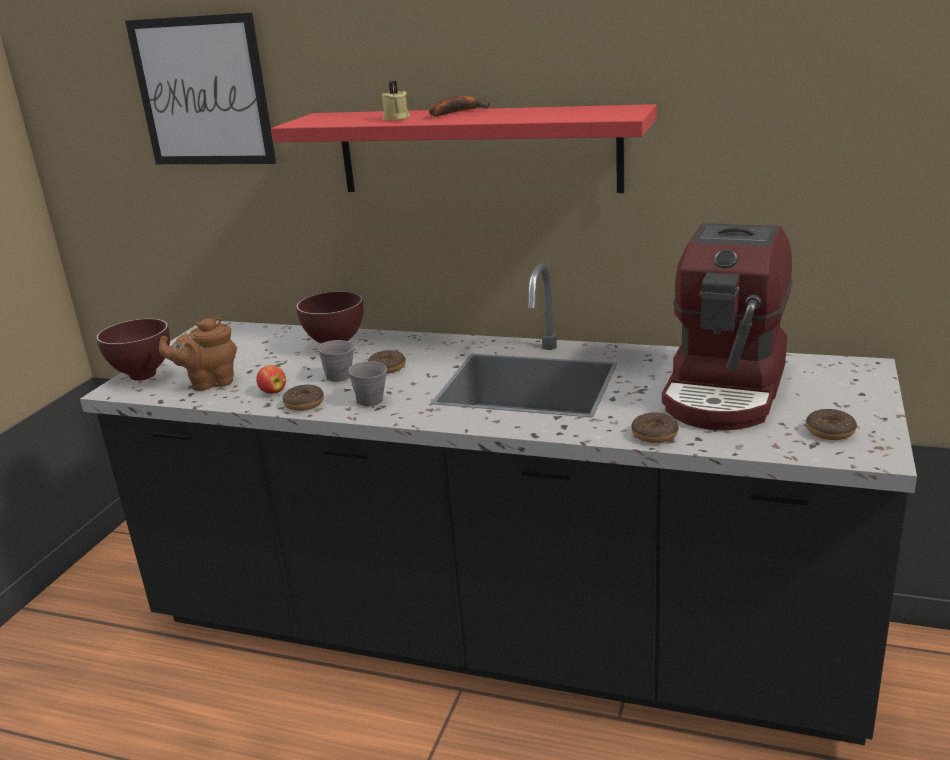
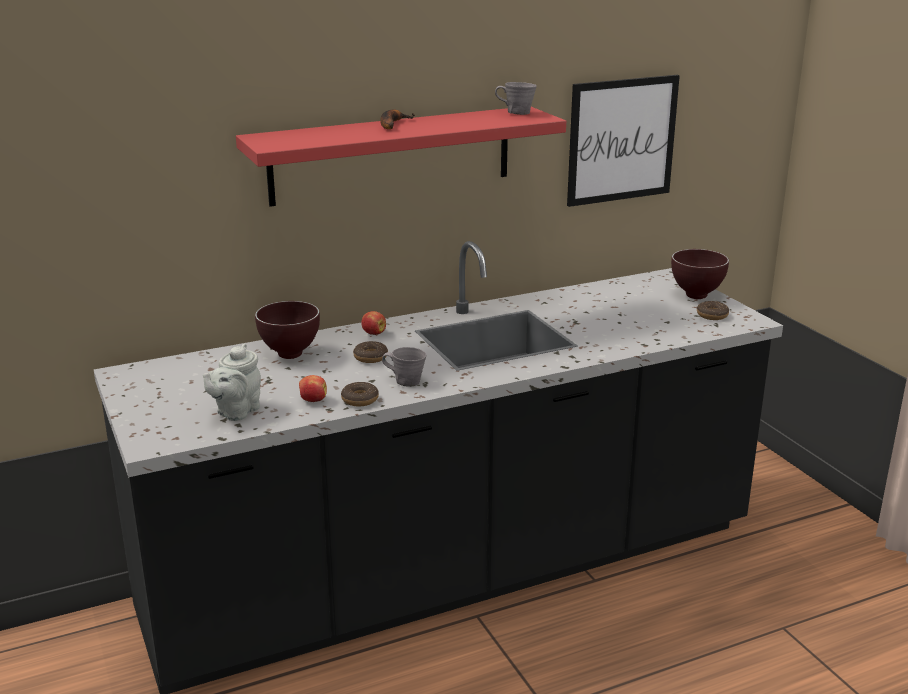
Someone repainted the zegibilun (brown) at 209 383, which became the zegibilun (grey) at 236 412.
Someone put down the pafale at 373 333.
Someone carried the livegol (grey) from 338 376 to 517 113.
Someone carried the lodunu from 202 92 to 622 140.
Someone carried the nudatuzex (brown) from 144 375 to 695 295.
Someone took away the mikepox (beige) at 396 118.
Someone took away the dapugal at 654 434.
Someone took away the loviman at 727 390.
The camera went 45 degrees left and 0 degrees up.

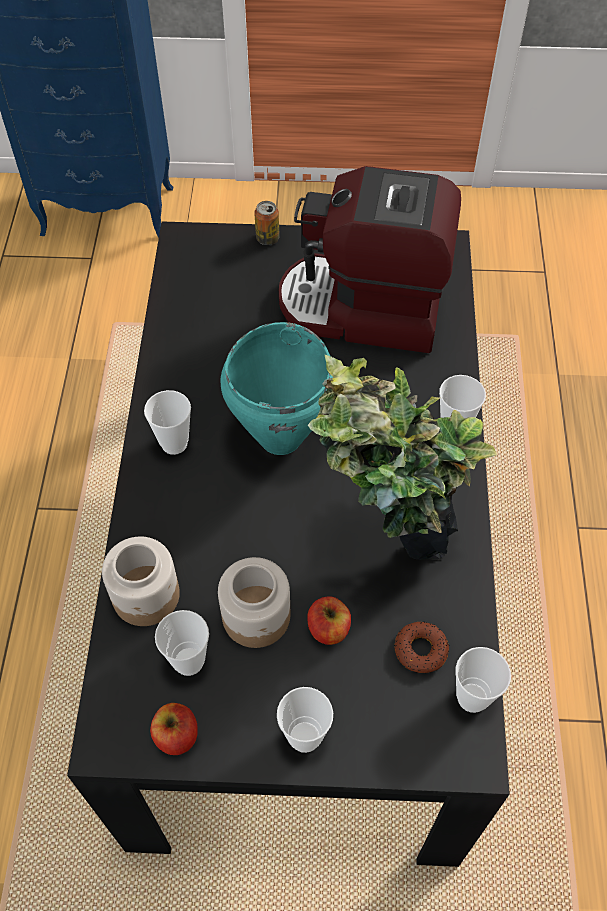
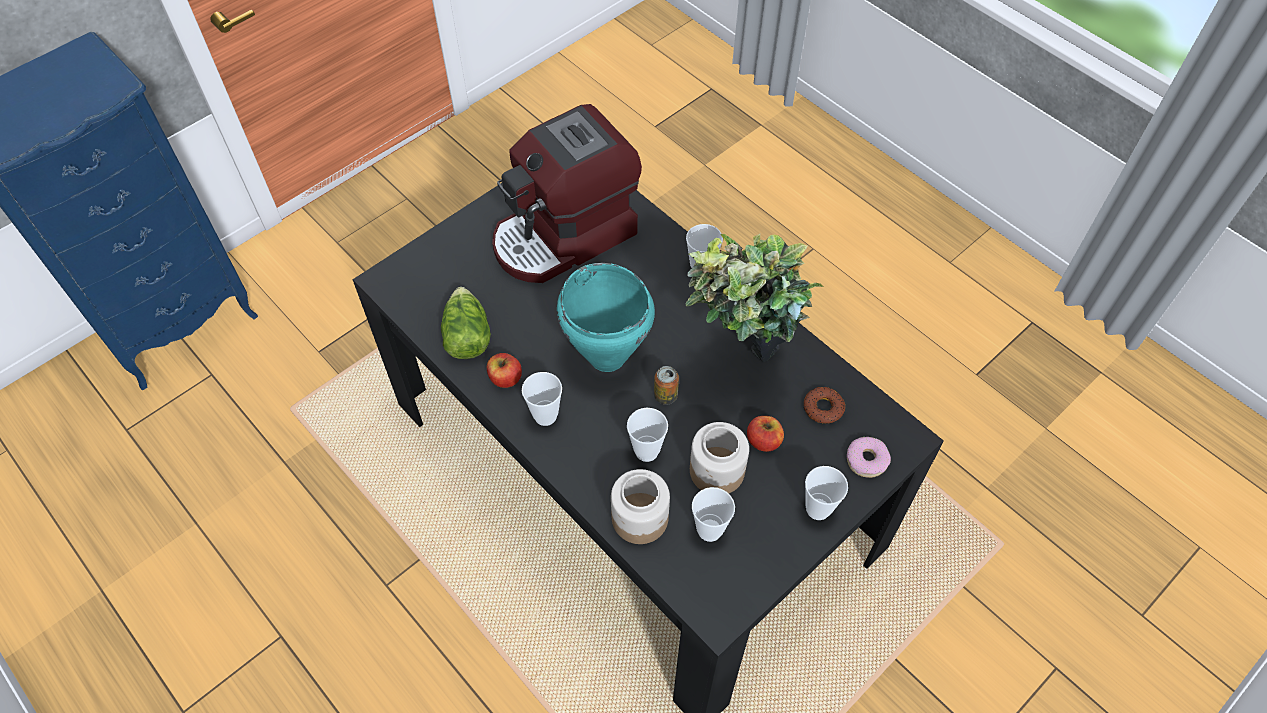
Someone put down the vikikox at 466 336.
Someone carried the pafale from 176 735 to 505 378.
Someone carried the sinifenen from 472 697 to 646 451.
Someone carried the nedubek from 267 238 to 665 396.
Someone put down the dapugal at 866 460.
The camera went 45 degrees left and 0 degrees up.

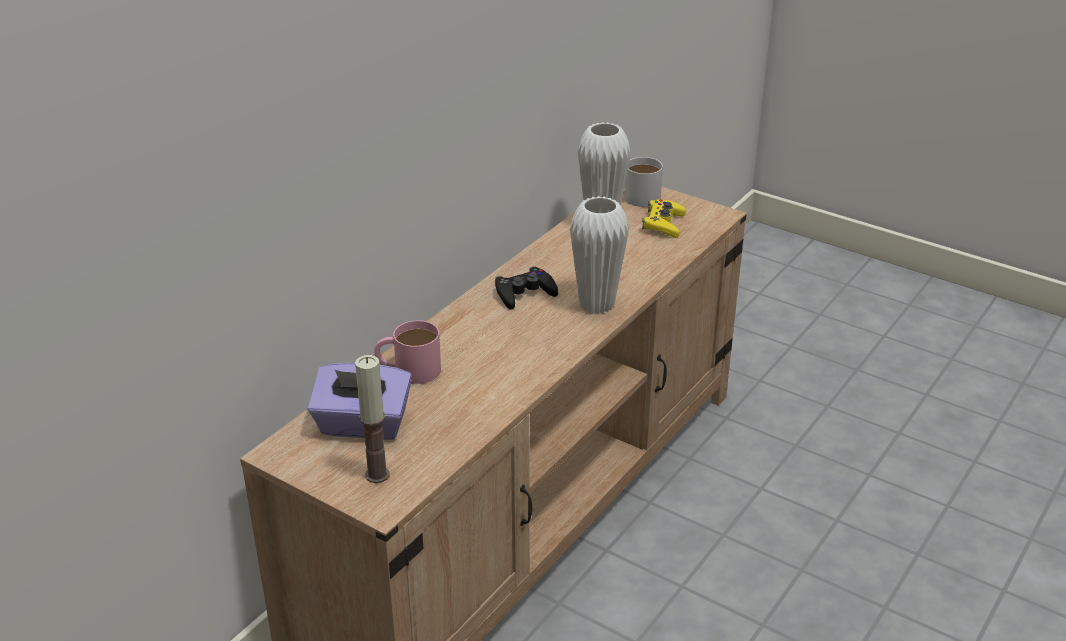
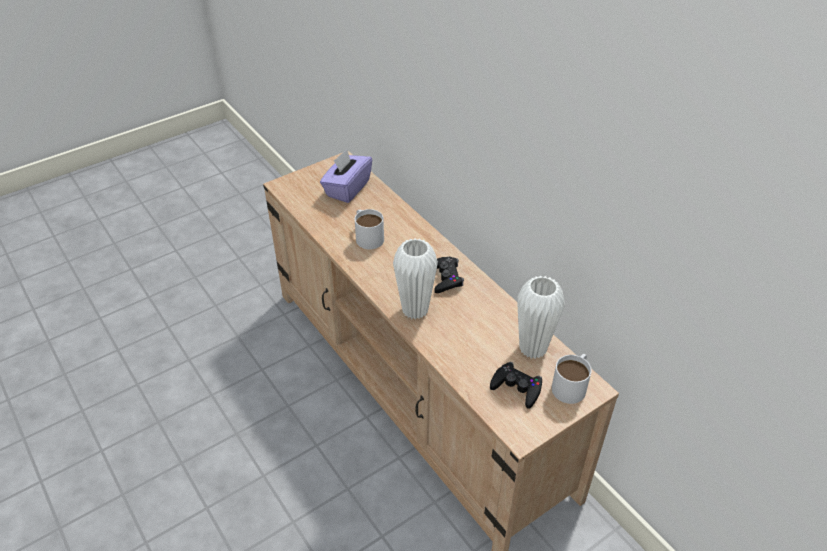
Someone put down the livegol (white) at 367 236.
Someone repainted the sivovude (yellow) at 663 224, which became the sivovude (black) at 516 388.
Someone took away the mikepox at 377 475.
Someone took away the livegol (pink) at 408 370.
The camera went 110 degrees right and 10 degrees up.

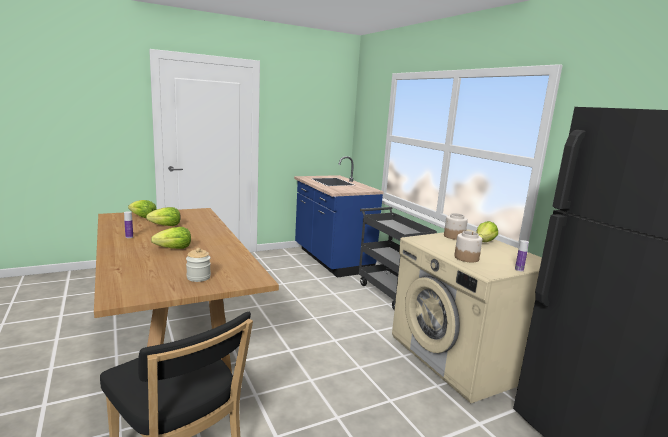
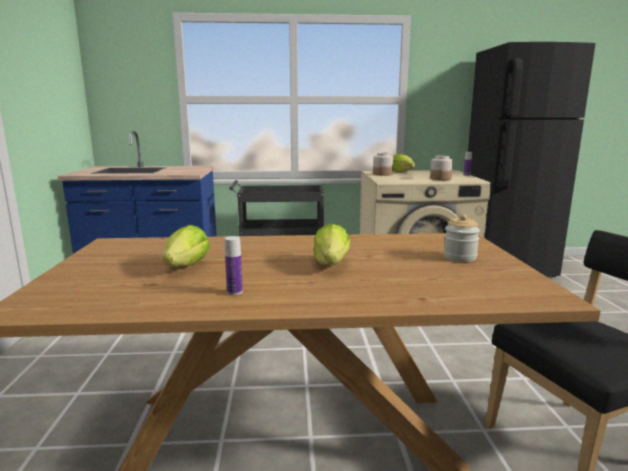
Someone took away the vikikox at 143 217.
The camera went 65 degrees left and 0 degrees up.

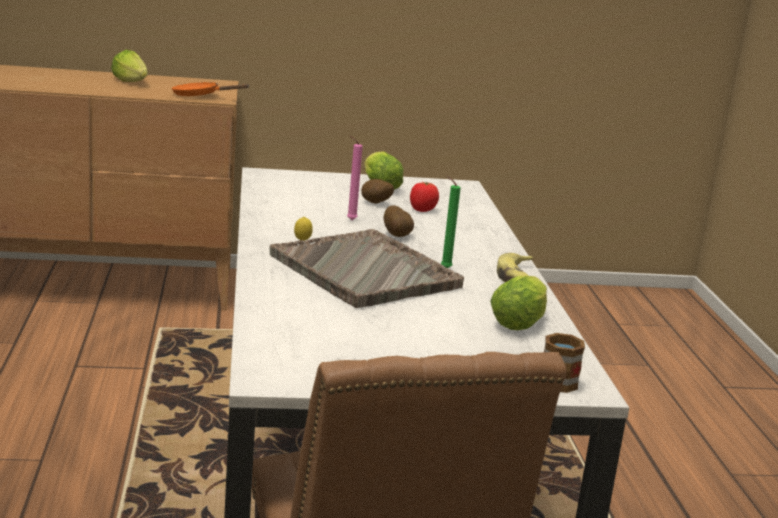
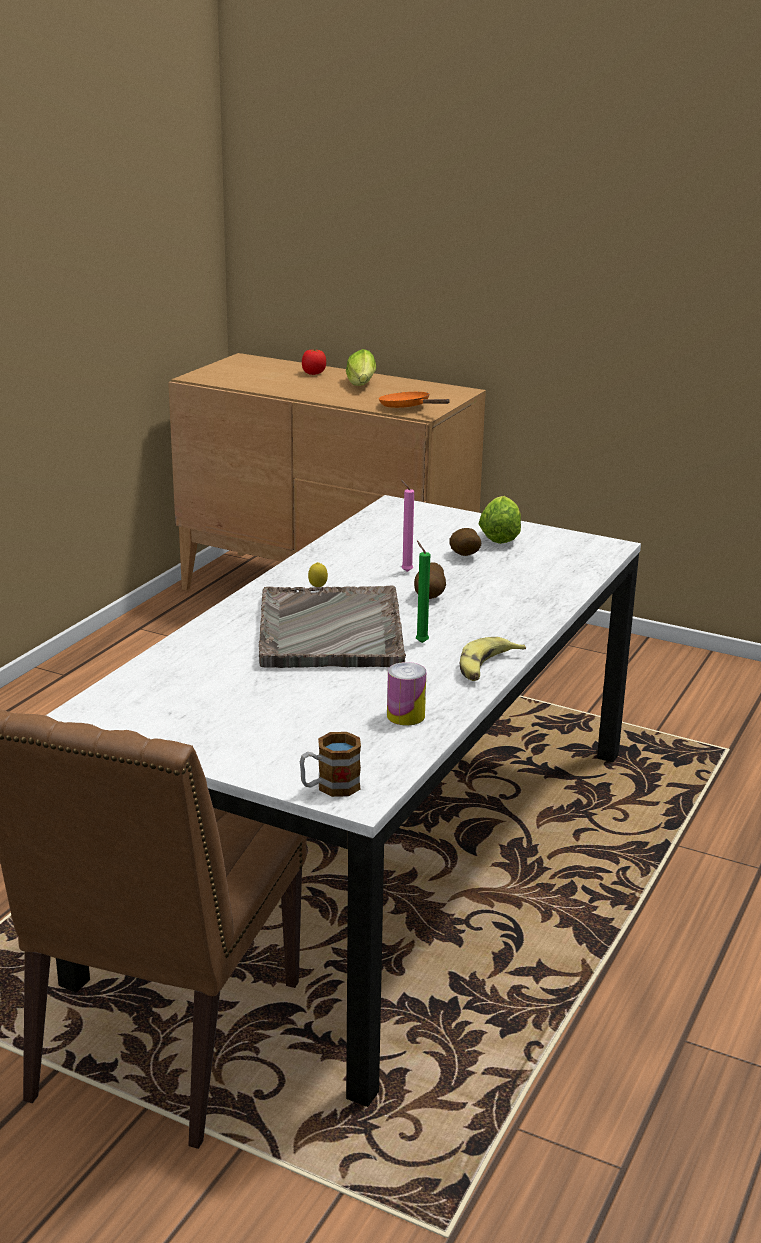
Someone carried the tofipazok from 422 210 to 314 373.
Someone swapped the vikikox at 520 322 for the nedubek at 405 716.
The camera went 35 degrees right and 5 degrees up.

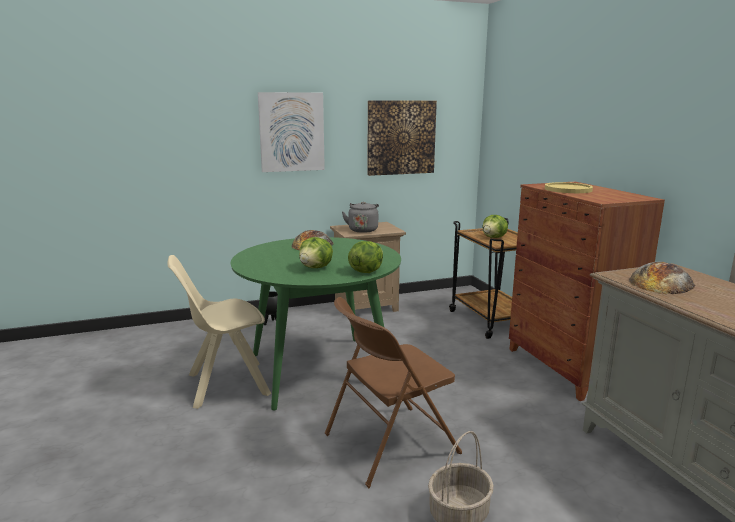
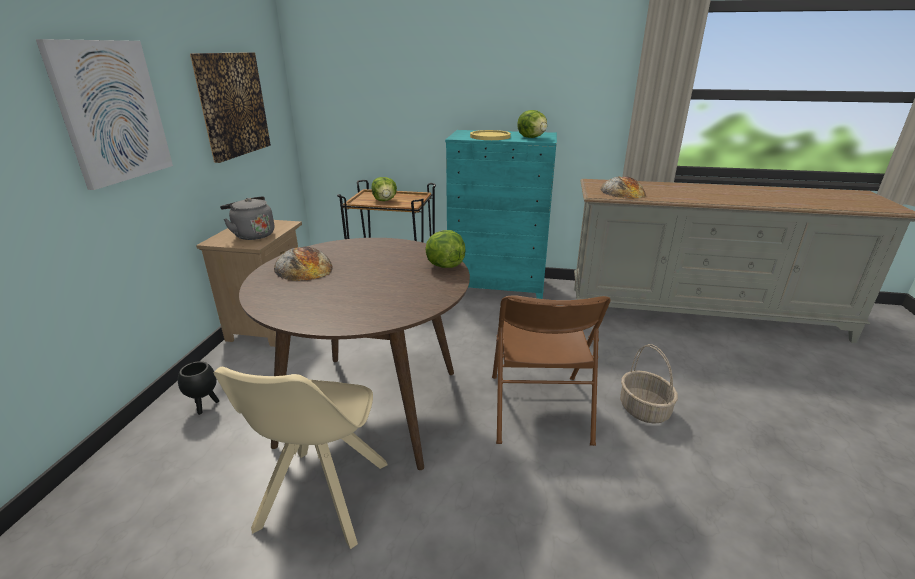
Someone repainted the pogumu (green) at 319 370, which became the pogumu (brown) at 372 406.
Someone repainted the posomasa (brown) at 565 369, which became the posomasa (turquoise) at 497 288.
Someone carried the vikikox from 316 268 to 532 137.
The camera went 60 degrees left and 10 degrees up.

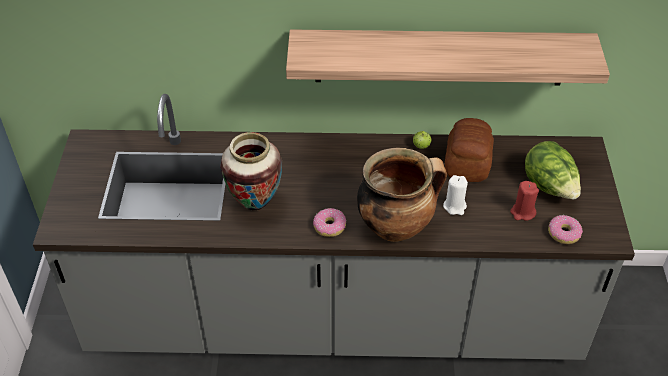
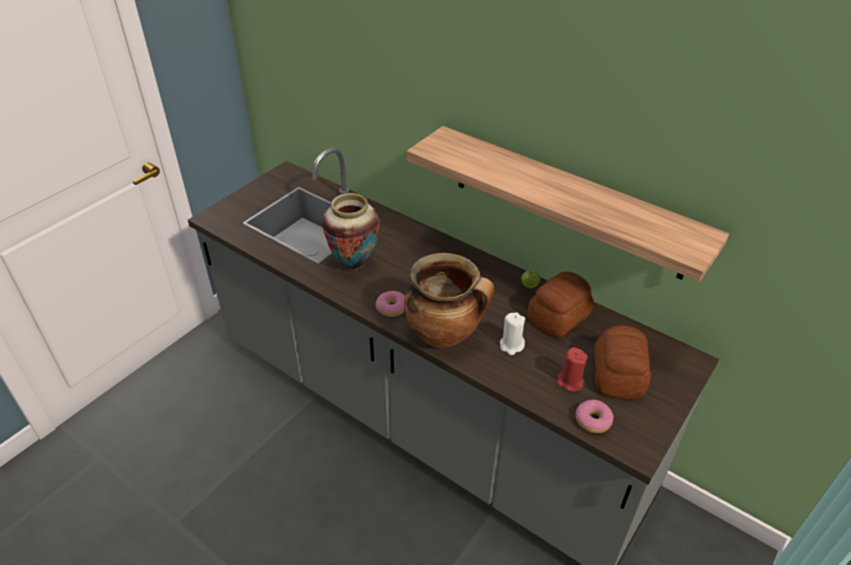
Someone swapped the vikikox at 549 187 for the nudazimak at 618 375.
The camera went 35 degrees right and 5 degrees down.

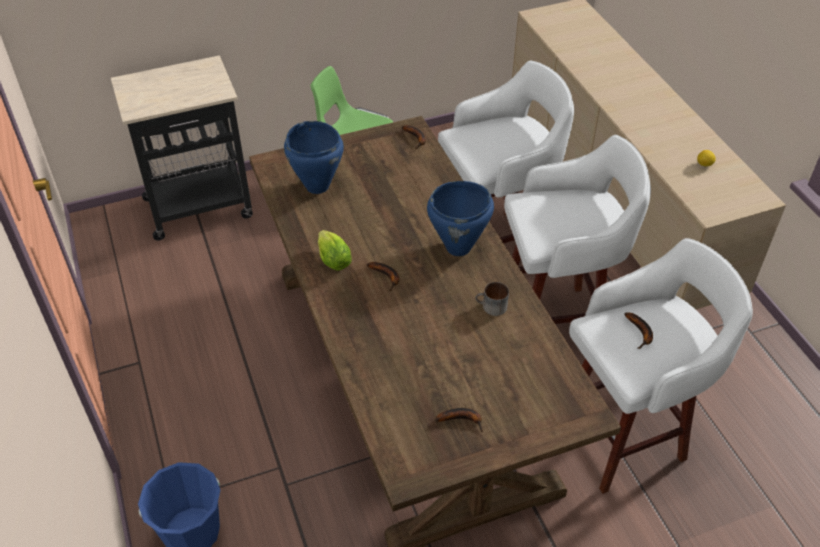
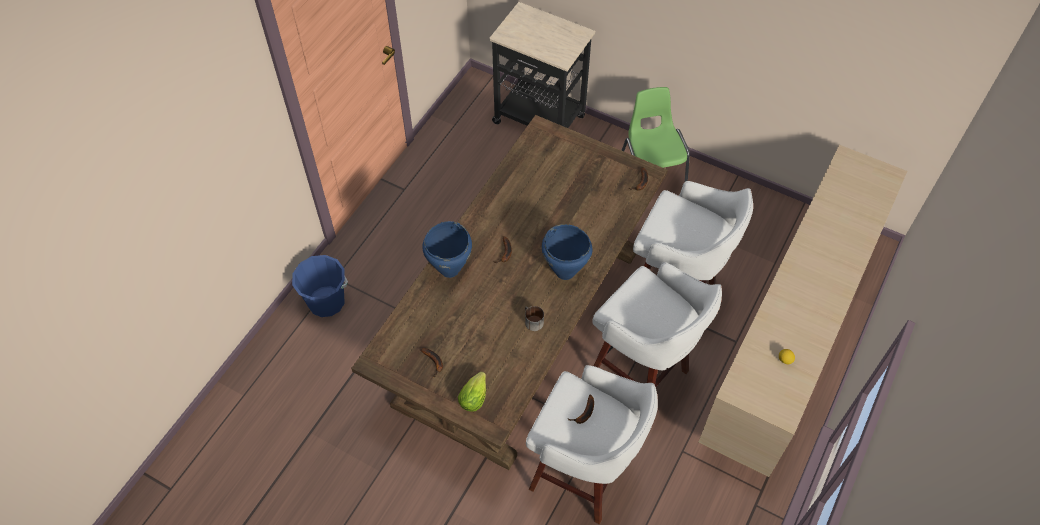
Someone carried the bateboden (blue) from 317 186 to 449 269.
Someone carried the vikikox from 332 258 to 475 395.
The camera went 50 degrees right and 10 degrees up.

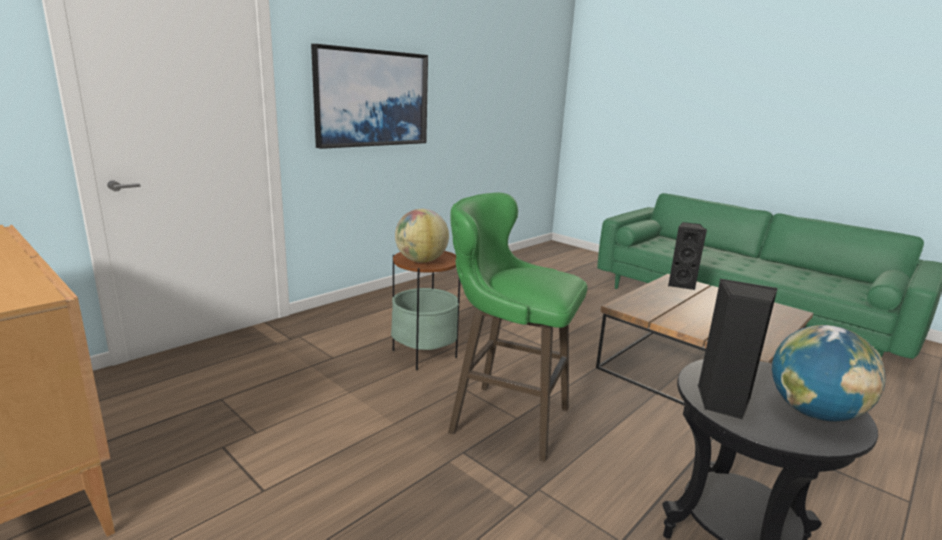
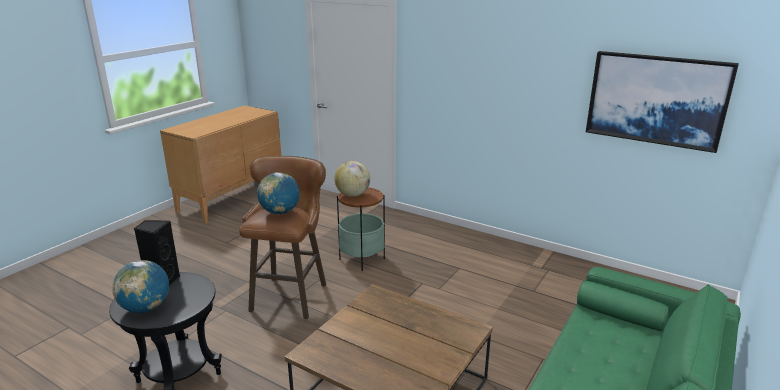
Someone repainted the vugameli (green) at 505 418, which became the vugameli (brown) at 290 295.
Someone put down the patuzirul at 280 212.
Someone carried the lodunu from 372 98 to 656 99.
Someone took away the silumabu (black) at 681 284.
The camera went 80 degrees right and 5 degrees up.

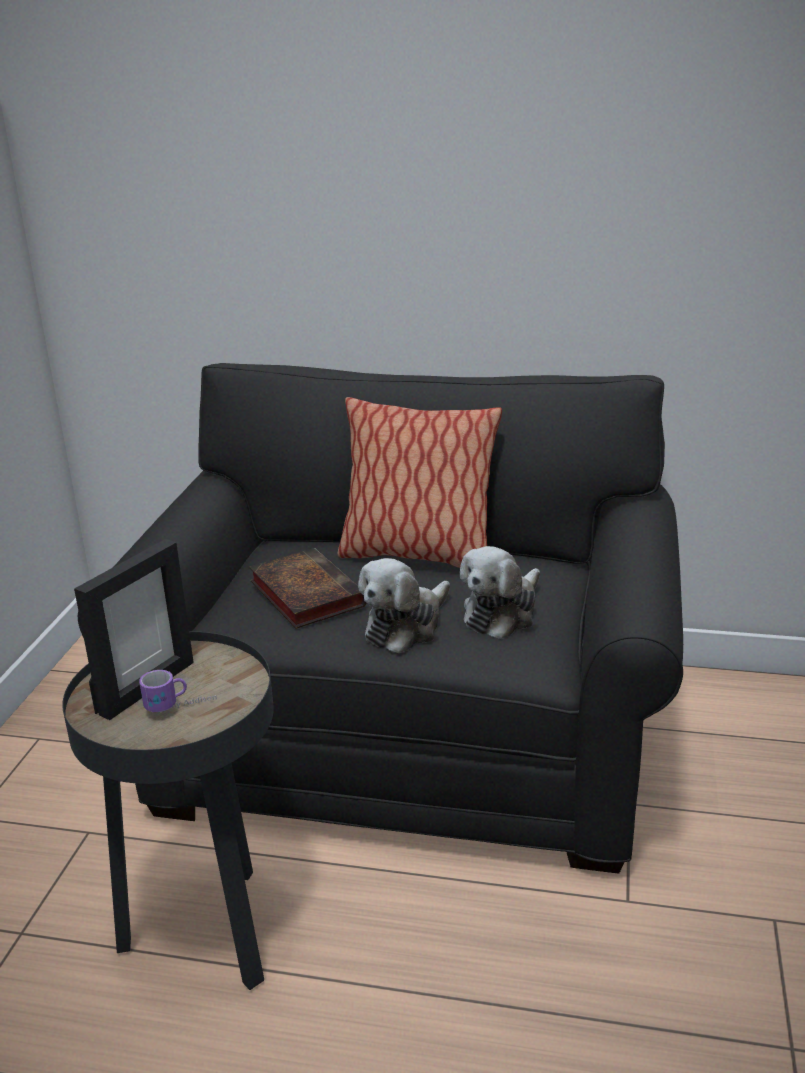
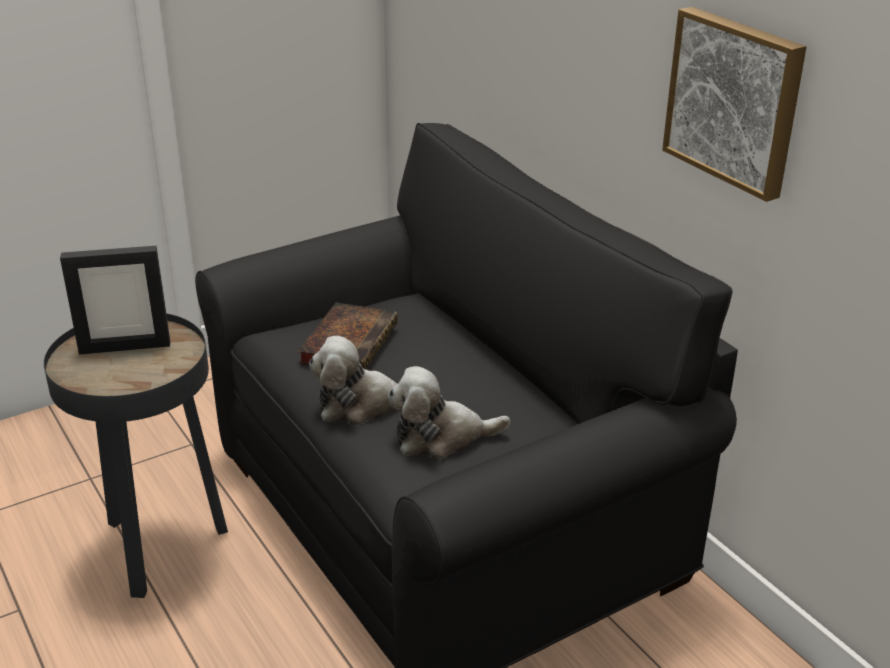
Someone put up the lodunu at 735 100.
Someone took away the livegol at 181 708.
Someone took away the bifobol at 417 556.
The camera went 45 degrees right and 5 degrees up.

